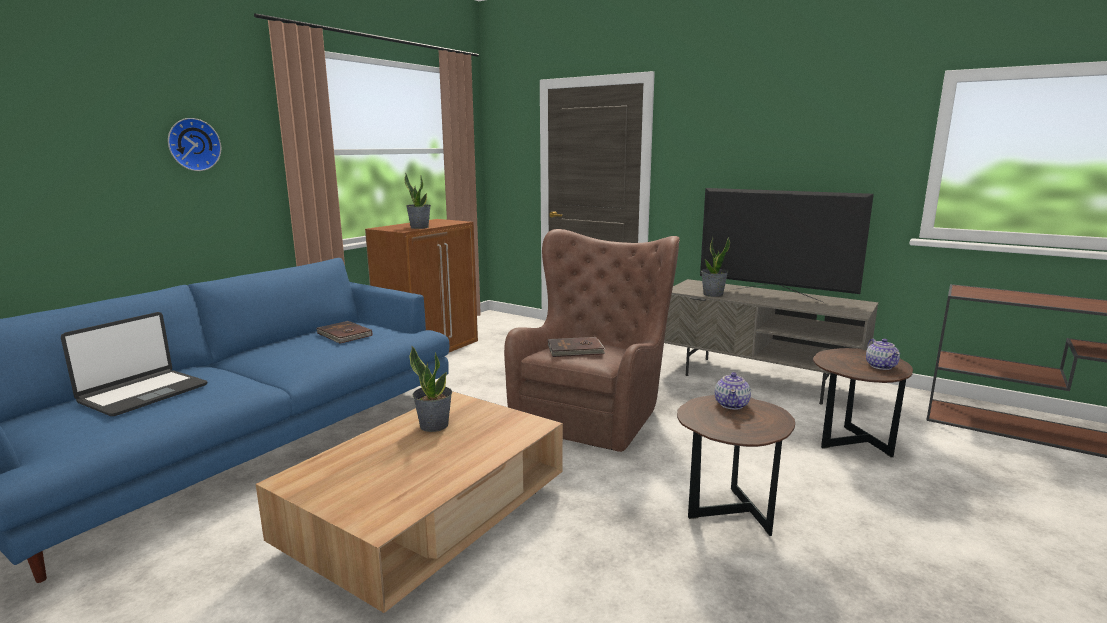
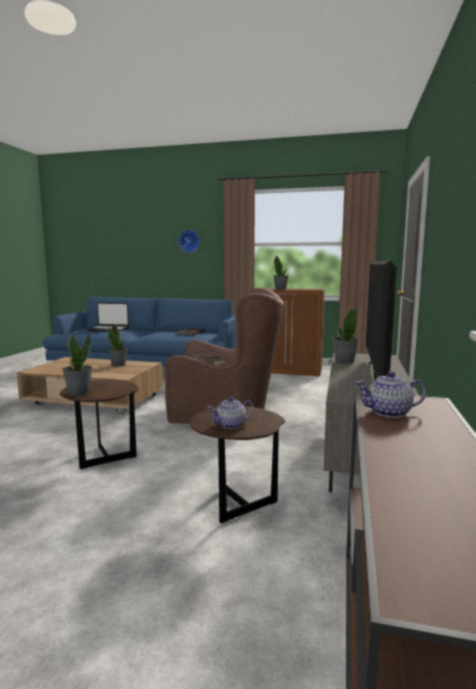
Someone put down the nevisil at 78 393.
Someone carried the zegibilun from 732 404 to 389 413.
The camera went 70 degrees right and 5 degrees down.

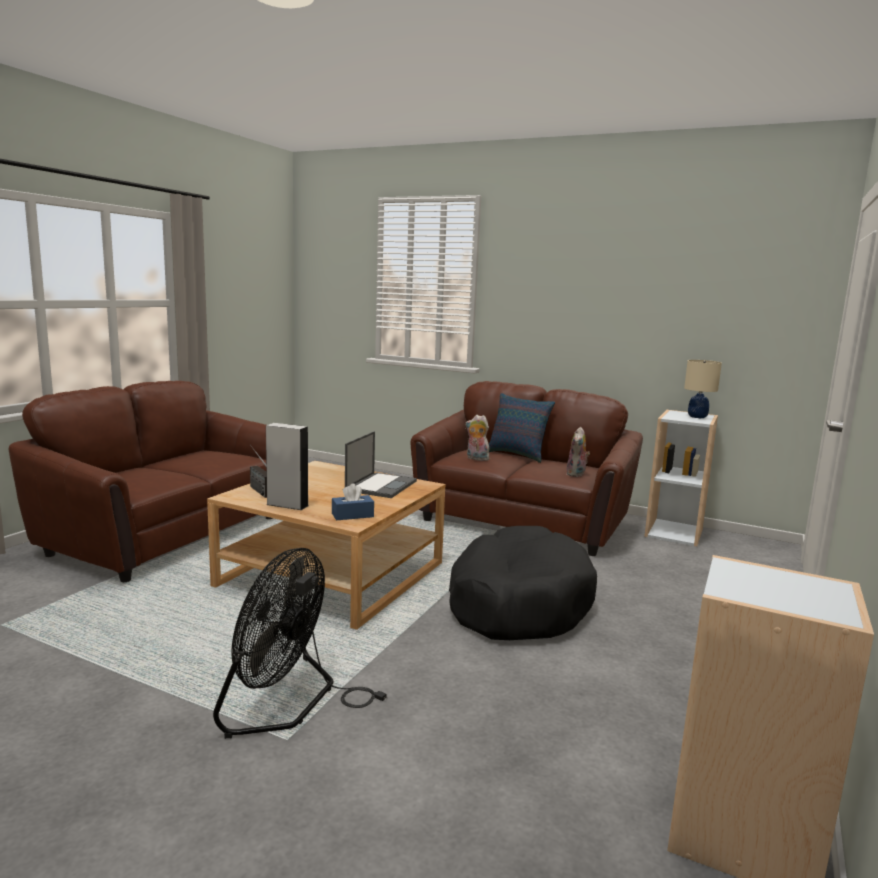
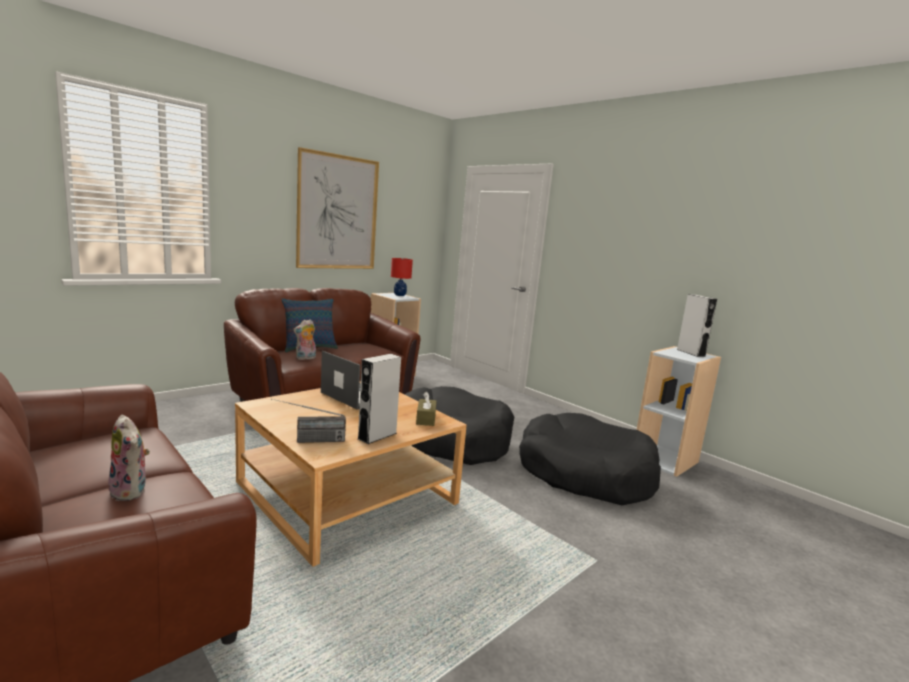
Someone carried the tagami from 576 474 to 132 491.
Someone put up the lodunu at 338 212.
Someone repainted the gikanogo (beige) at 697 417, which became the gikanogo (red) at 399 295.
Someone repainted the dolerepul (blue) at 352 515, which became the dolerepul (brown) at 426 418.
Someone put down the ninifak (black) at 585 473.
Someone put down the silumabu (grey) at 690 353.
Someone took away the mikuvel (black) at 298 698.
The camera went 70 degrees left and 0 degrees up.

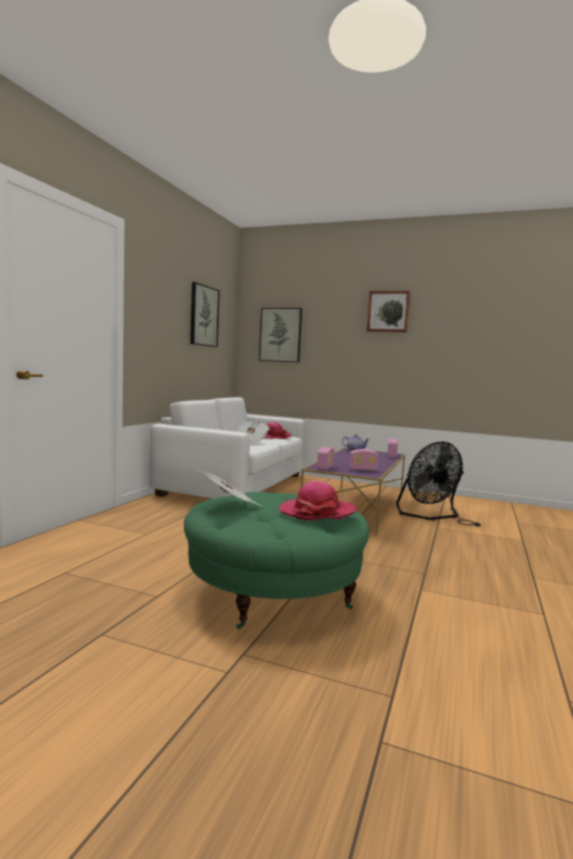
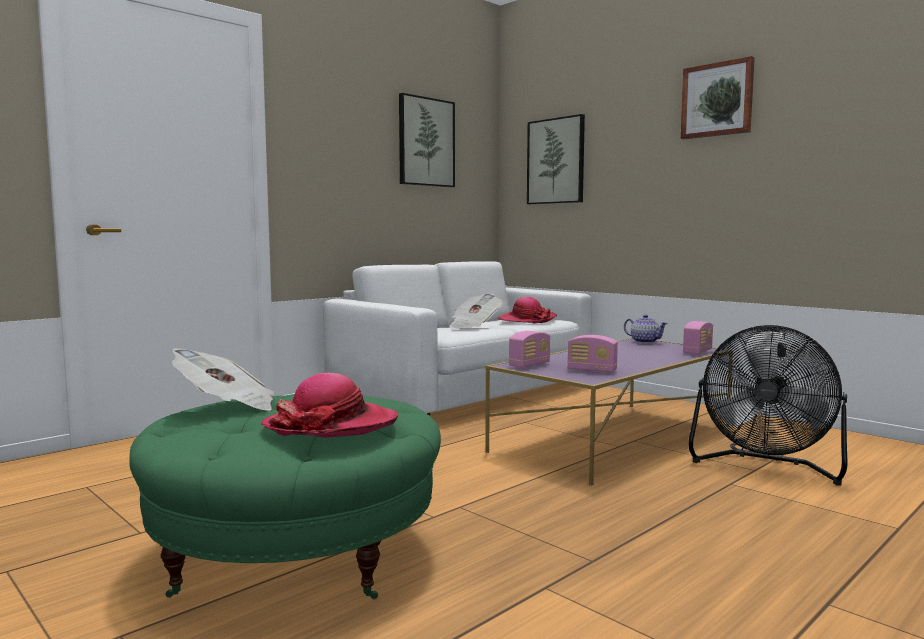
Someone rotated the mikuvel (black) at 438 516 by 150 degrees counterclockwise.
The camera went 25 degrees right and 0 degrees up.

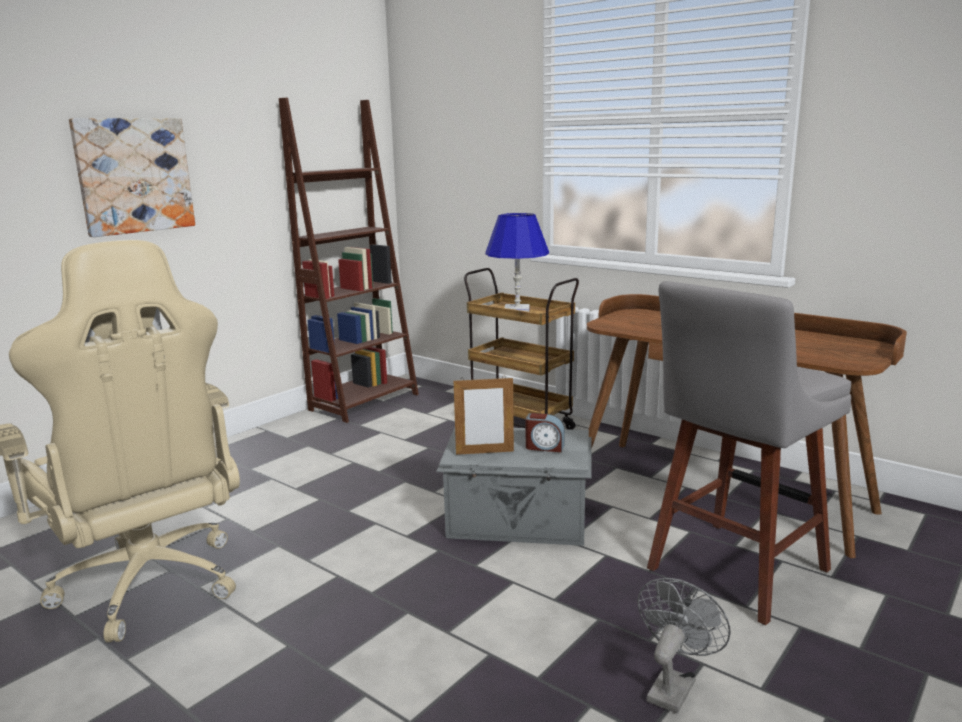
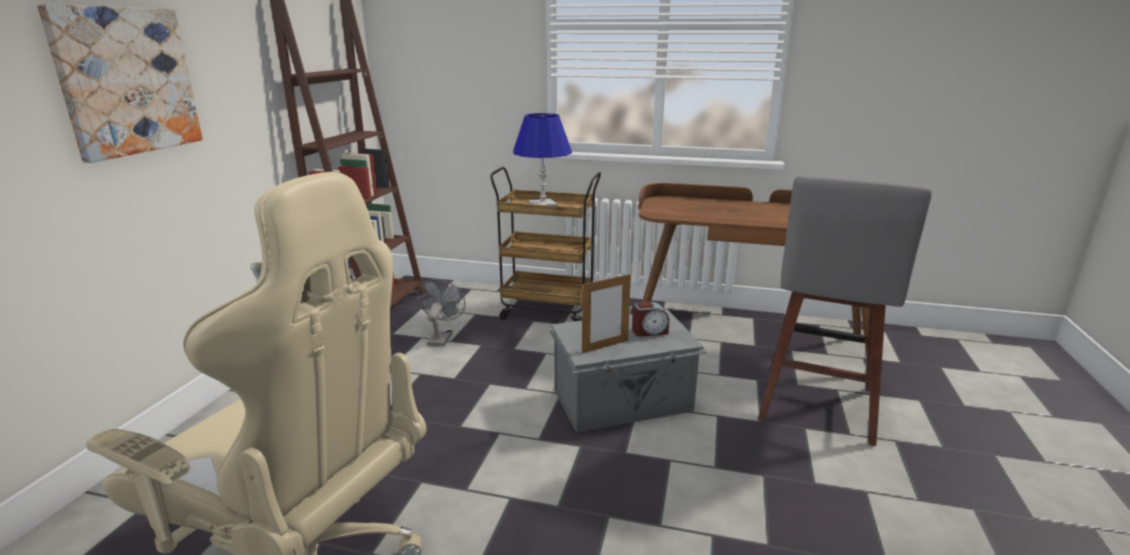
Someone carried the mikuvel (grey) from 673 685 to 441 338.
The camera went 25 degrees left and 5 degrees up.

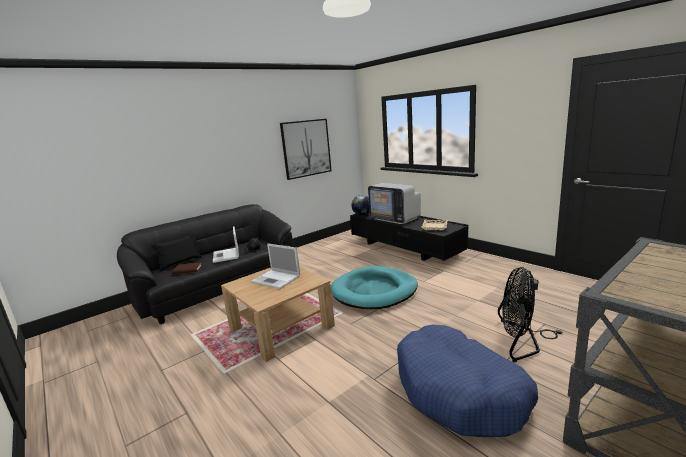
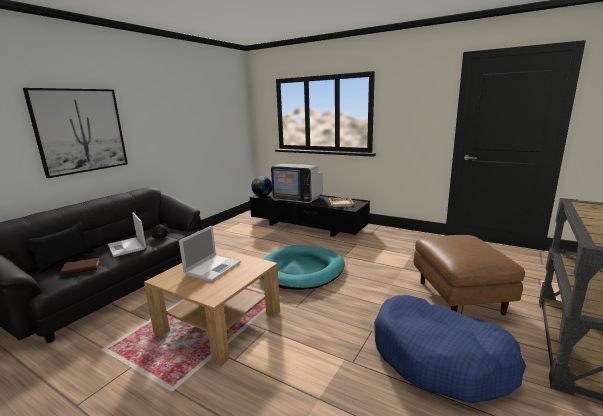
Someone carried the lodunu from 306 148 to 80 131.
Someone rotated the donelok at 277 279 by 75 degrees counterclockwise.
Someone swapped the mikuvel (black) at 522 339 for the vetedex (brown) at 460 298.
The camera went 20 degrees left and 0 degrees up.

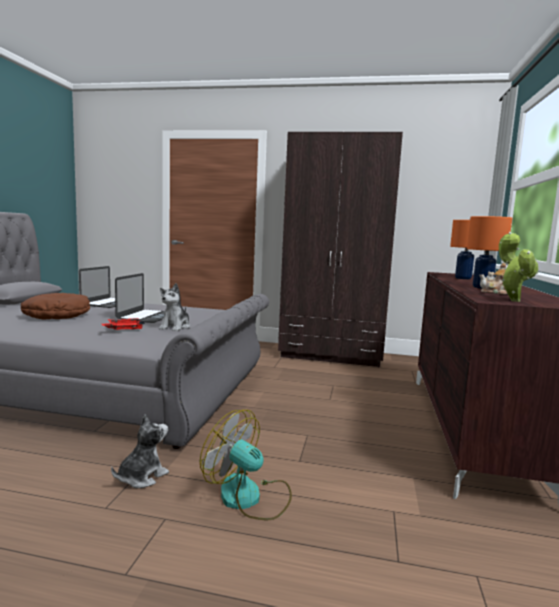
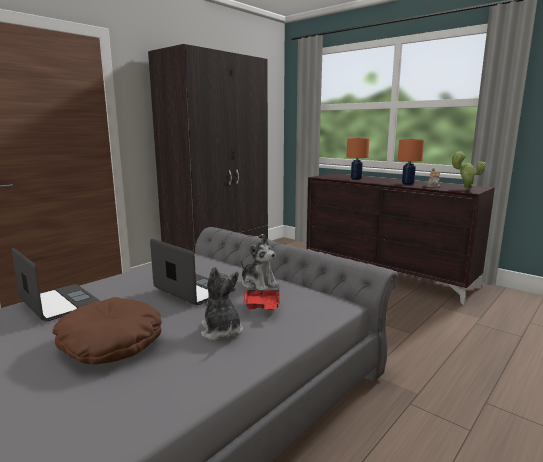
Someone carried the tagami from 141 477 to 221 331.
Someone took away the mikuvel at 249 497.
The camera went 60 degrees left and 5 degrees up.

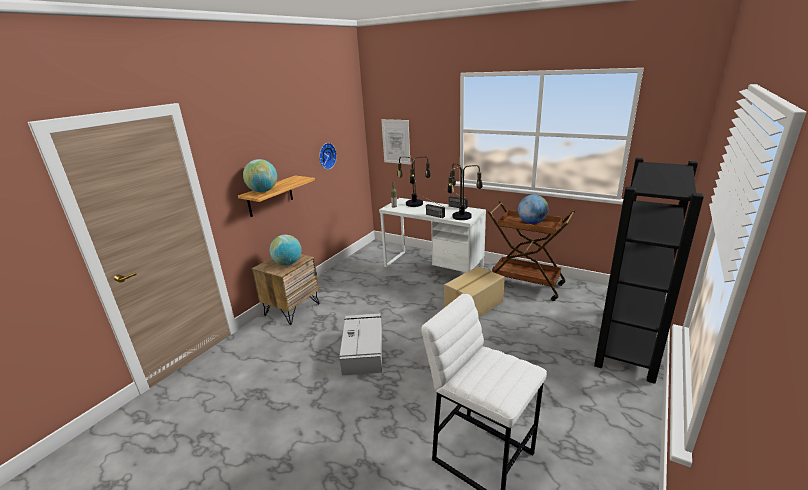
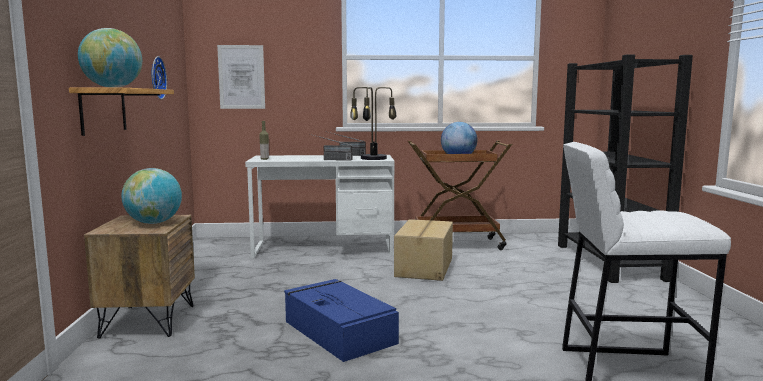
Someone repainted the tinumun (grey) at 363 350, which became the tinumun (blue) at 338 331.
Someone took away the gikanogo at 414 204.
The camera went 35 degrees left and 15 degrees down.

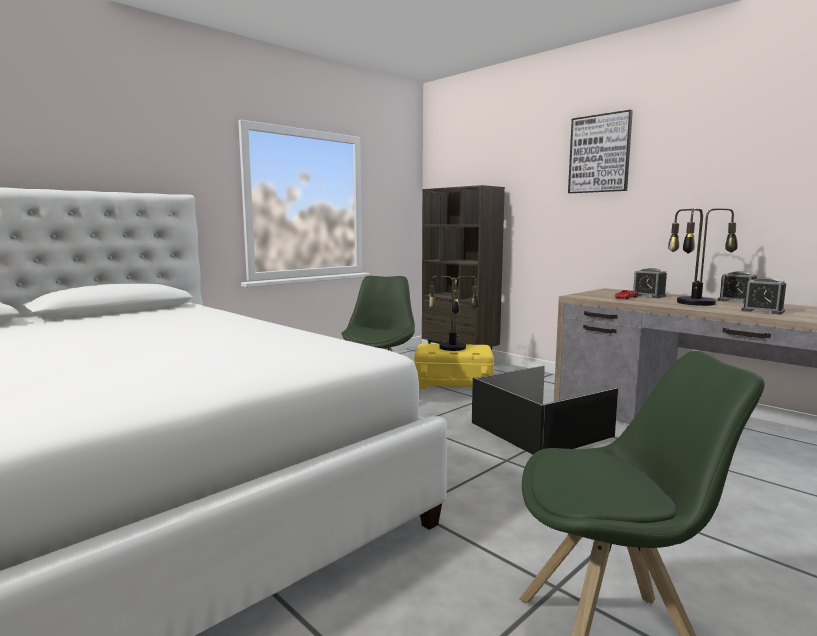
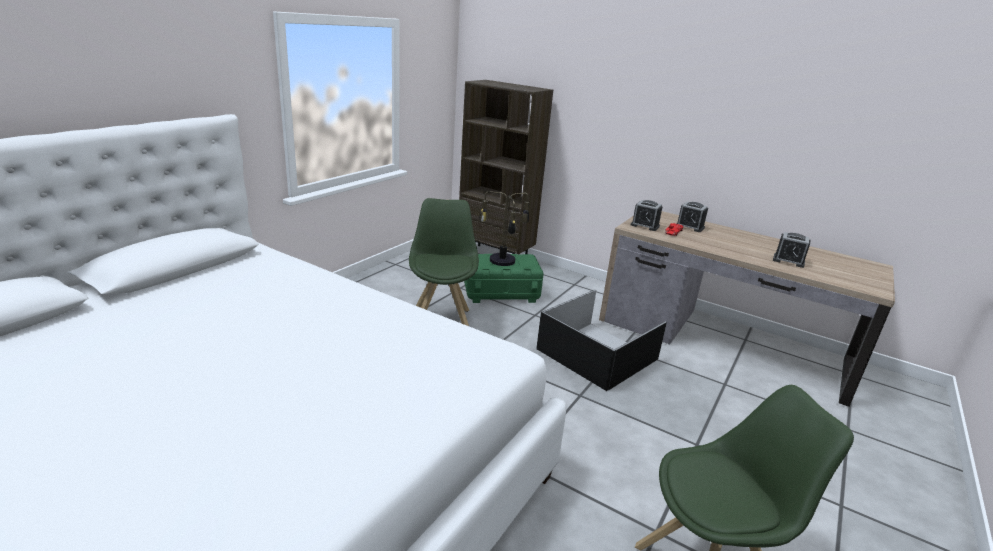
Someone repainted the tinumun (yellow) at 453 383, which became the tinumun (green) at 500 292.
Someone carried the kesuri from 736 301 to 645 225.
Someone took away the lodunu at 599 154.
Someone took away the gikanogo at 695 303.
The camera went 15 degrees left and 15 degrees up.

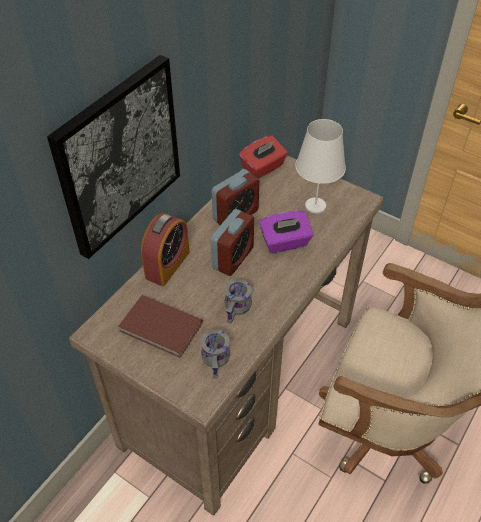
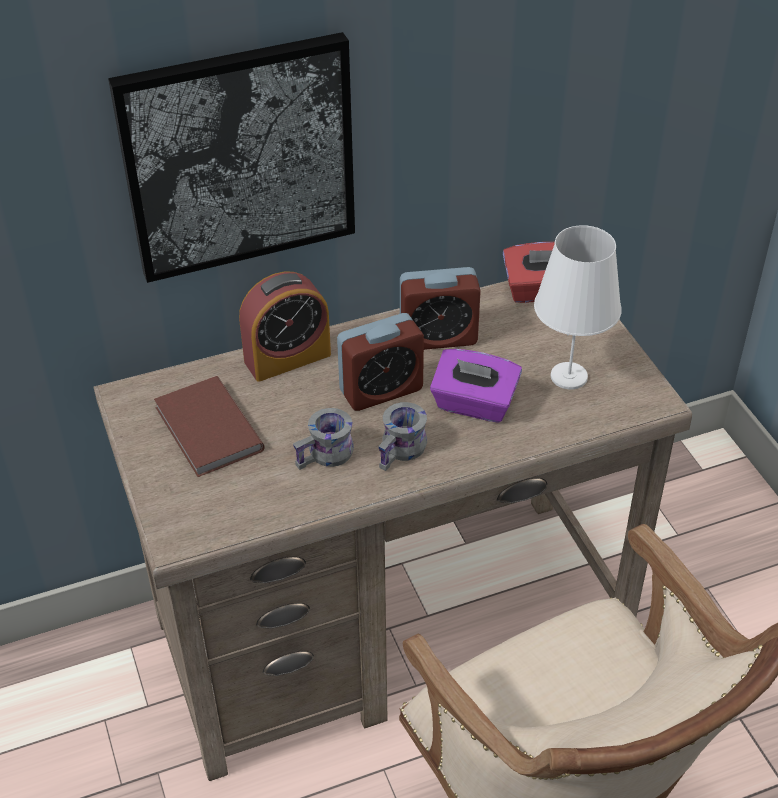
Someone carried the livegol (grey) from 218 360 to 403 451.
The camera went 35 degrees right and 5 degrees down.

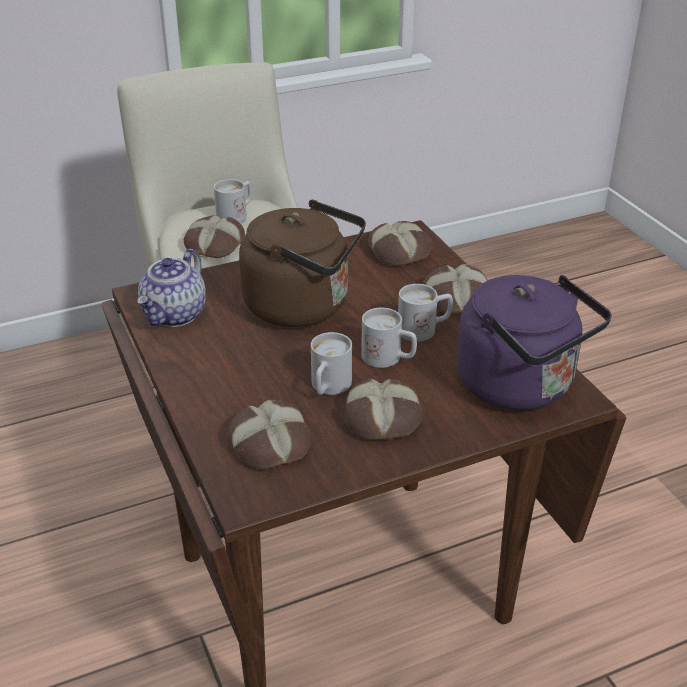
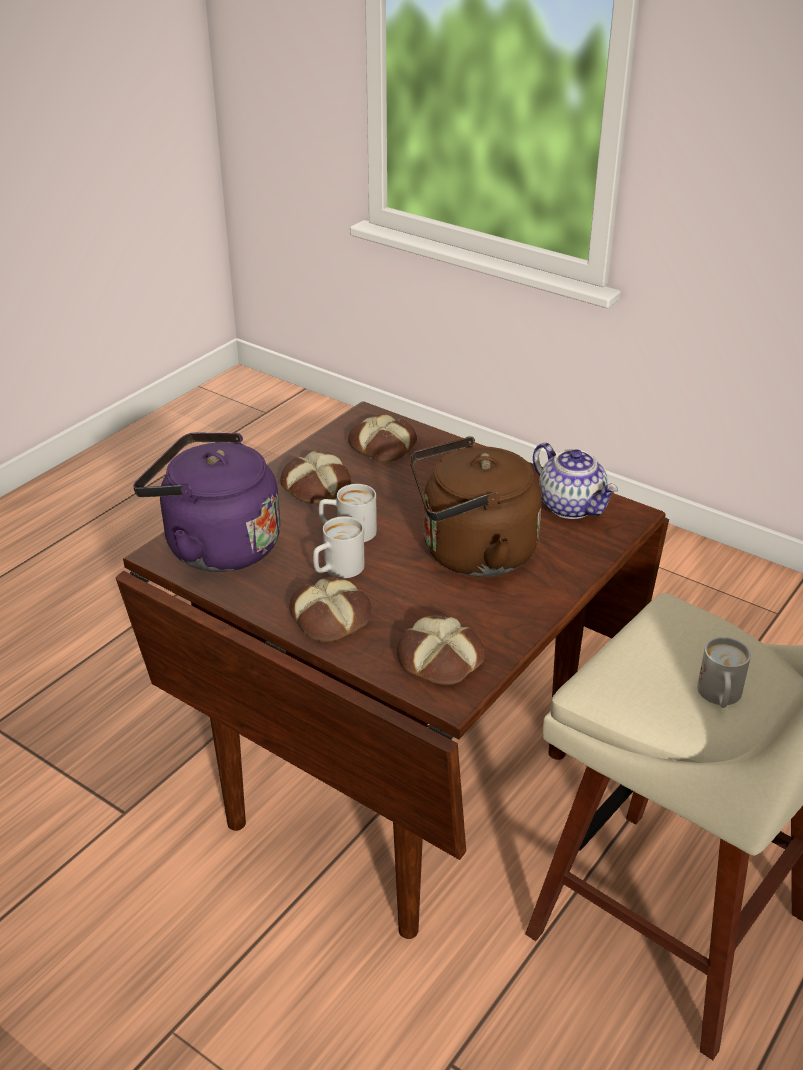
Someone rotated the zegibilun at 175 315 by 150 degrees clockwise.
Someone took away the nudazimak at 213 244.
Someone took away the livegol (white) at 328 388.
The camera went 150 degrees right and 0 degrees up.

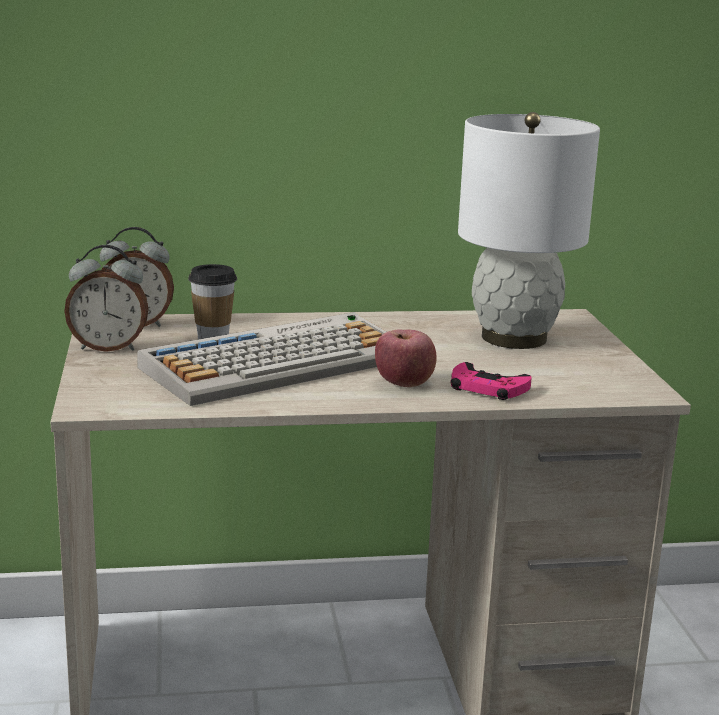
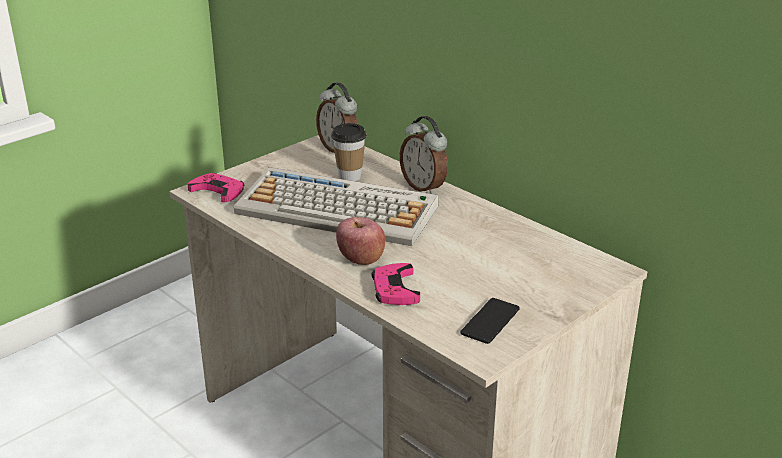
Someone put down the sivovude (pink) at 218 191.
Someone carried the kesuri from 108 347 to 424 187.
Someone put down the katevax at 490 321.
Someone took away the gikanogo (white) at 513 338.
The camera went 55 degrees right and 10 degrees up.

